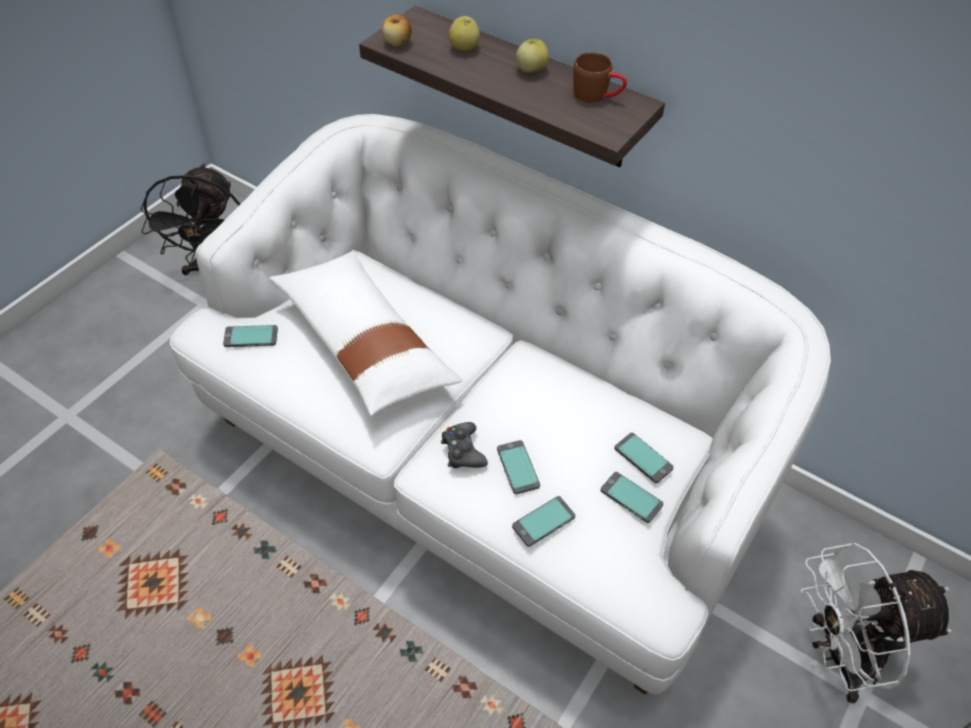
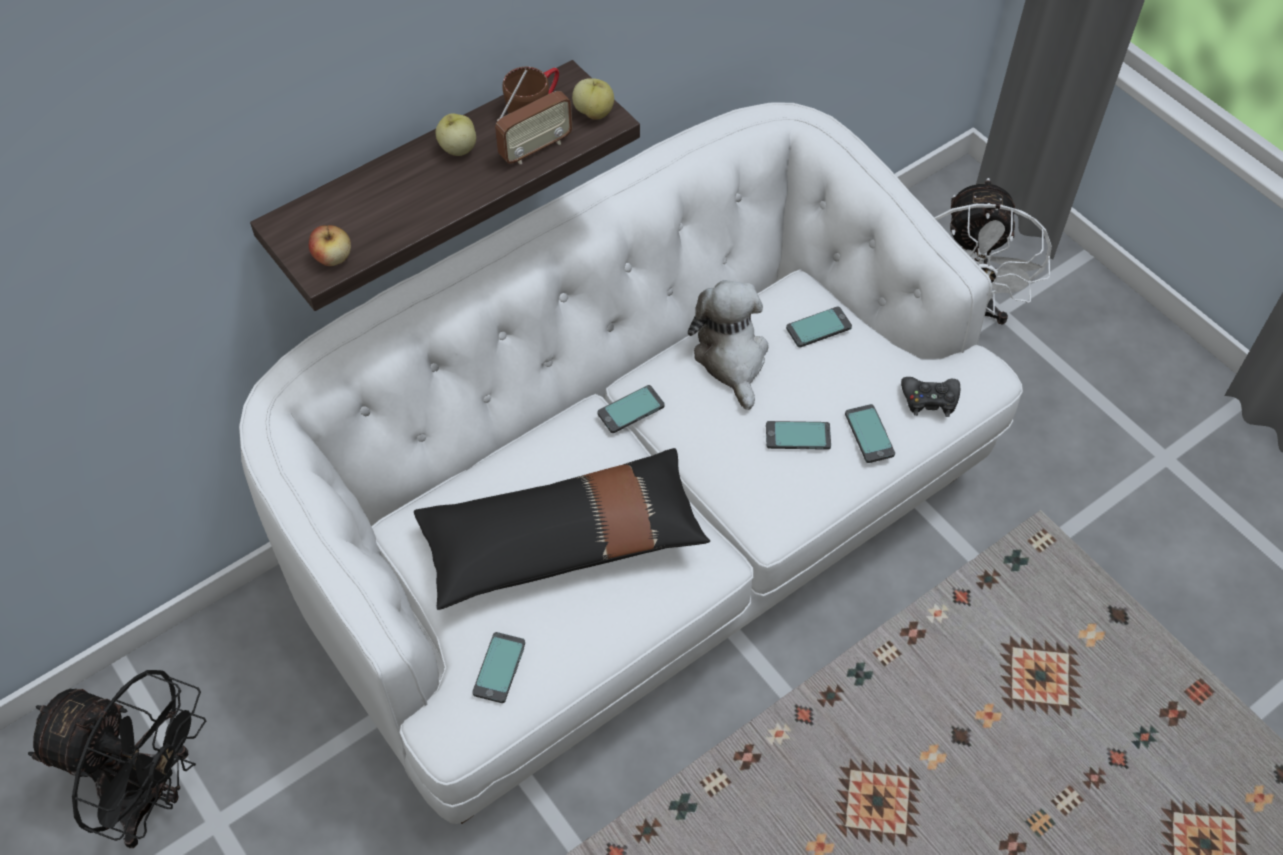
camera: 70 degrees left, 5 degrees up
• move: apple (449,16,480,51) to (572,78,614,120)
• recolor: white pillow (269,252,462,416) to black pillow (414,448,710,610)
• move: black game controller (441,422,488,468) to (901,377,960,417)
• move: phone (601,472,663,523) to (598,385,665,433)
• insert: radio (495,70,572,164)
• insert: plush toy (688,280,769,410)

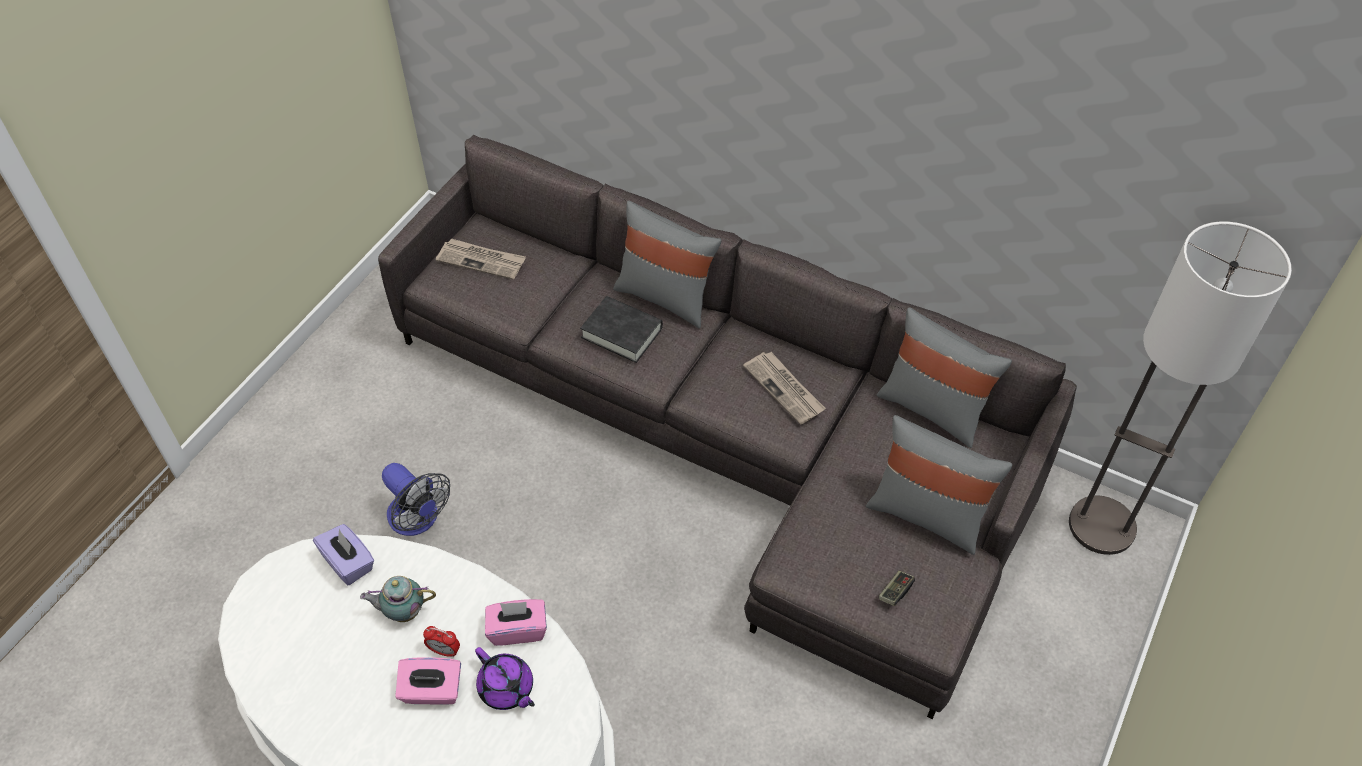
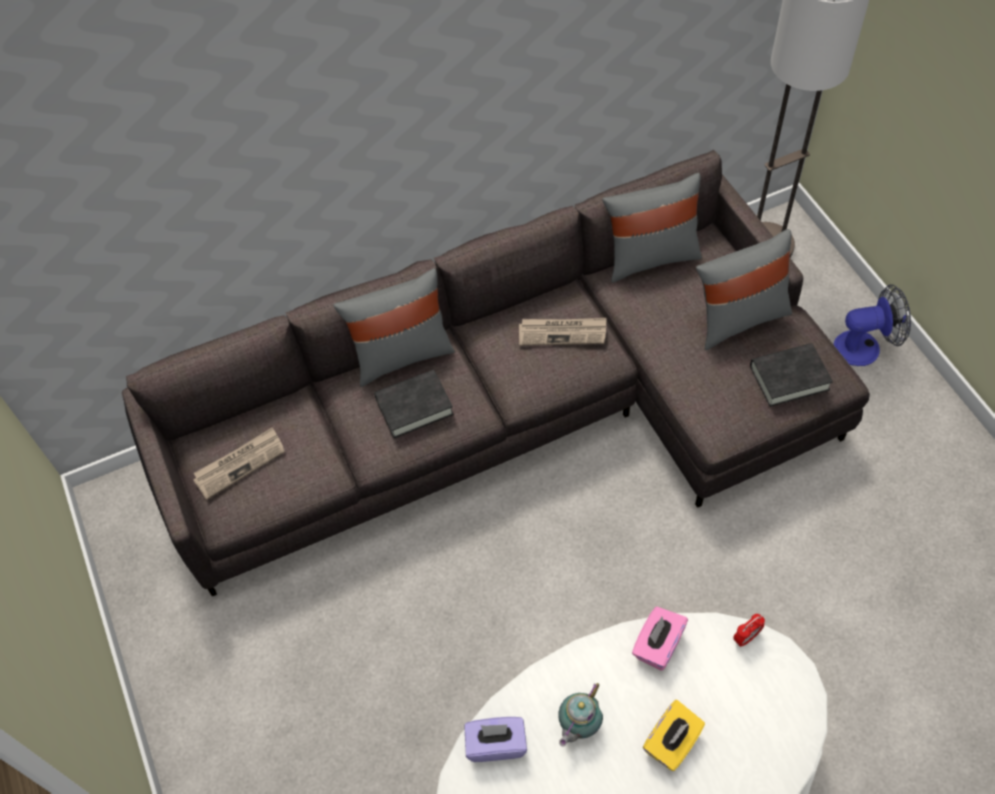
camera: 50 degrees left, 5 degrees up
• move: fan (382,463,450,536) to (833,284,911,366)
• replace: game controller (879,571,915,606) to black book (750,343,833,407)
• move: alarm clock (423,626,460,657) to (733,614,765,647)
• delete: purple teapot (475,647,535,710)
• recolor: pink tissue box (395,657,461,705) to yellow tissue box (643,700,705,771)

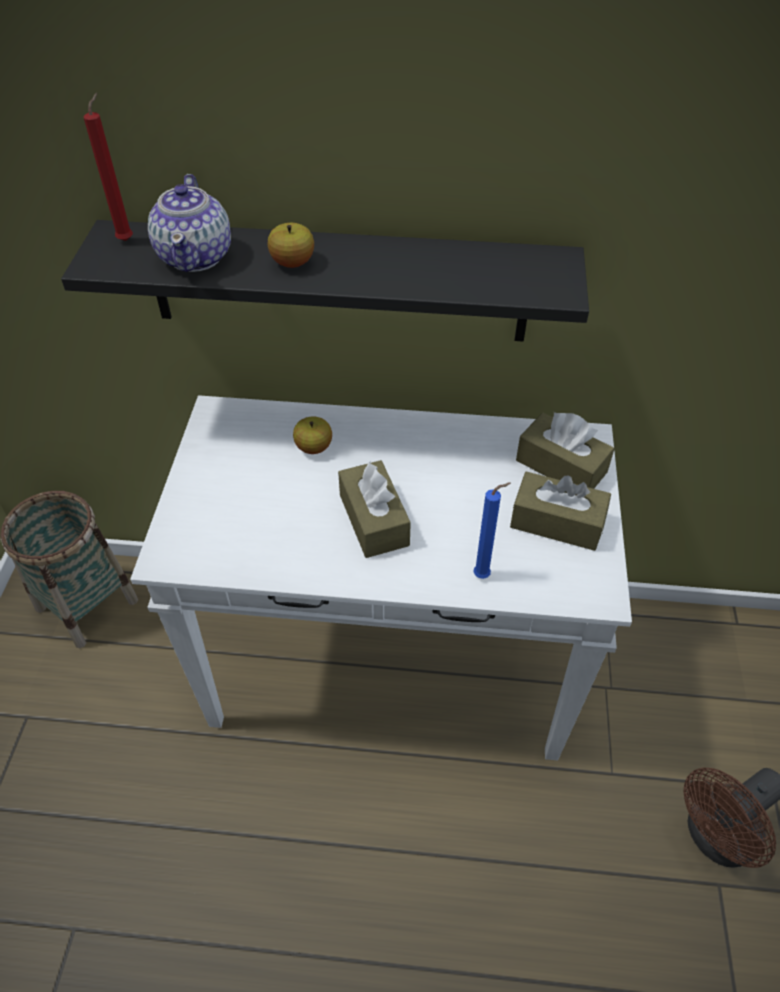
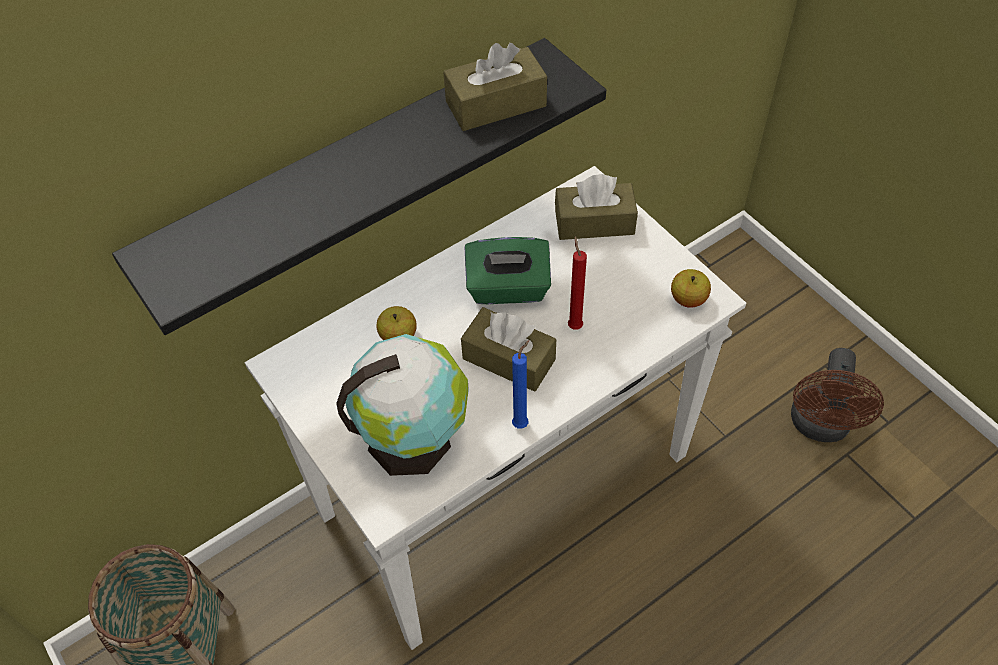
camera: 40 degrees left, 5 degrees up
• move: red candle (83,93,133,241) to (568,237,587,330)
• delete: teapot (148,174,231,272)
• move: apple (268,223,314,268) to (671,269,711,308)
• move: brown tissue box (510,472,611,551) to (443,43,547,131)
• move: blue candle (473,482,511,579) to (512,340,529,429)
• insert: green tissue box (465,237,551,304)
• insert: globe (336,334,469,476)

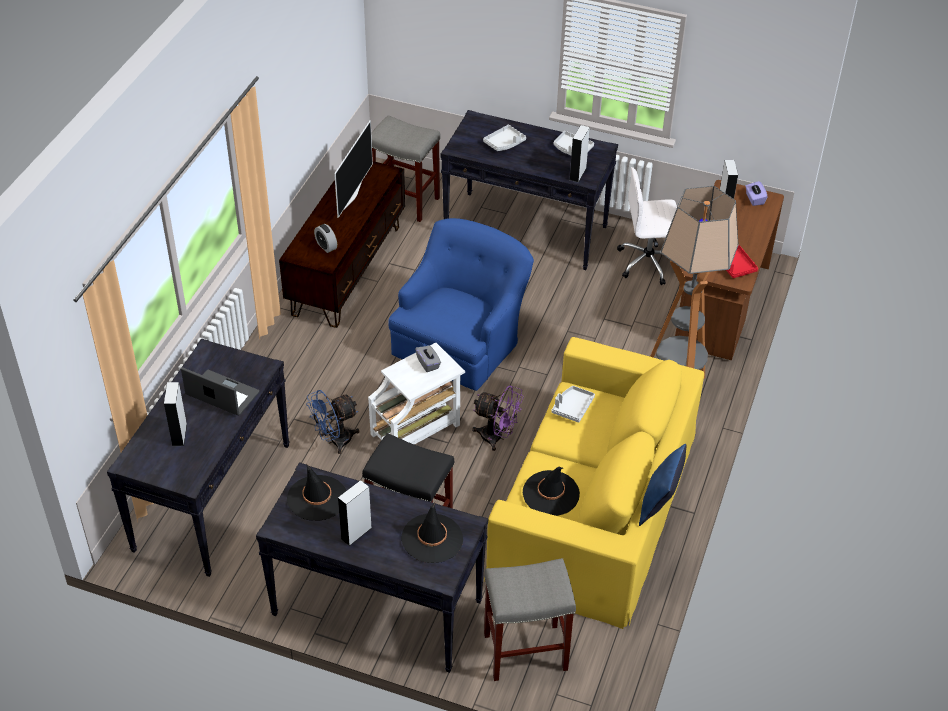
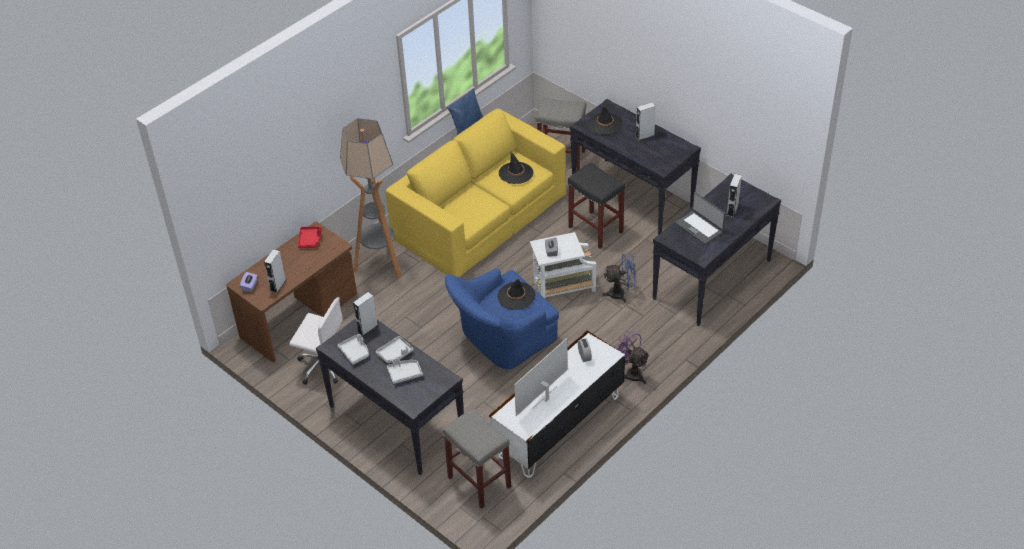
camera: 155 degrees left, 0 degrees up
• recolor: brown tv stand (279,161,405,328) to white tv stand (489,331,625,478)
• move: purple fan (472,385,524,451) to (613,331,650,384)
• move: grey tray (551,386,595,423) to (376,336,414,363)
• move: black hat (287,463,347,521) to (497,279,535,310)

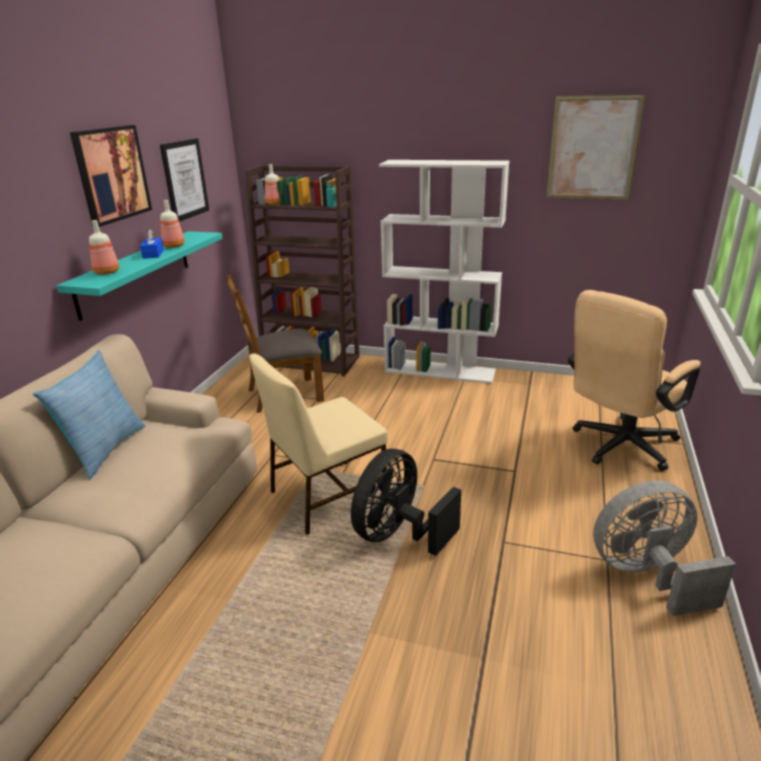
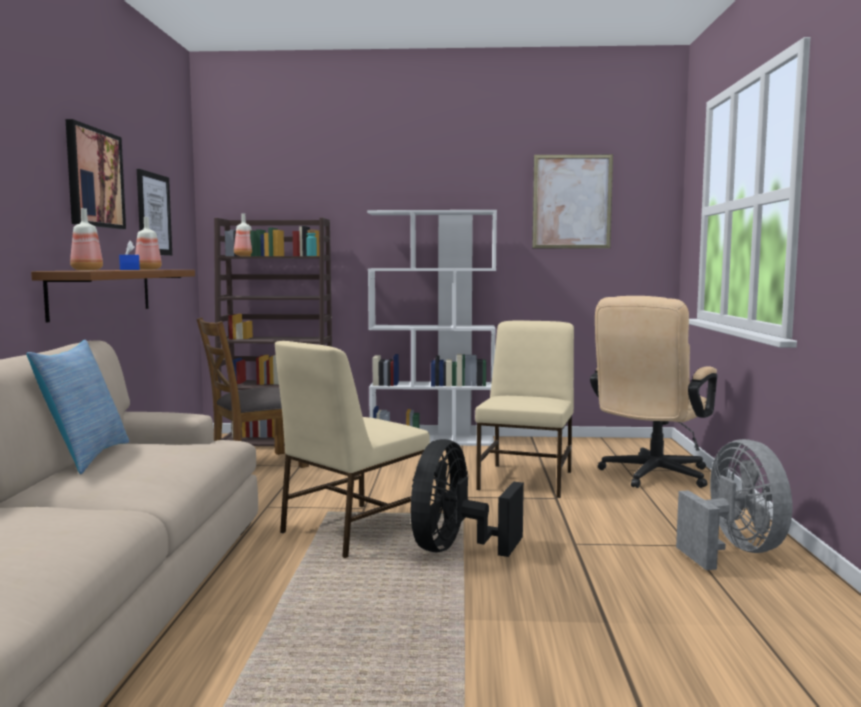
camera: 15 degrees left, 20 degrees down
• recolor: turquoise shelf (56,231,223,321) to brown shelf (31,270,195,322)
• rotate: grey fan (593,480,736,616) = (676,439,792,570) 105 degrees clockwise
• insert: beige chair (475,320,574,498)

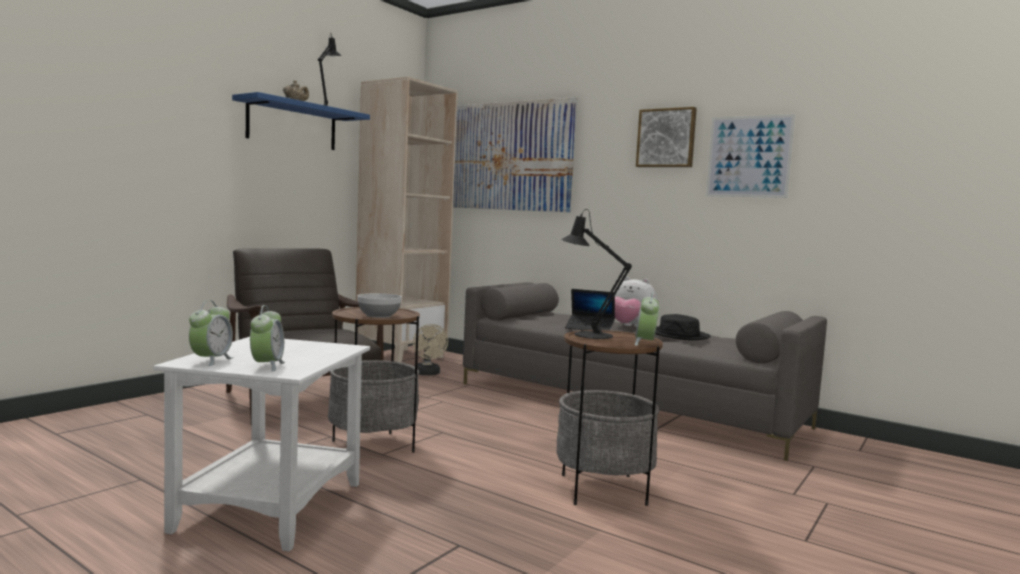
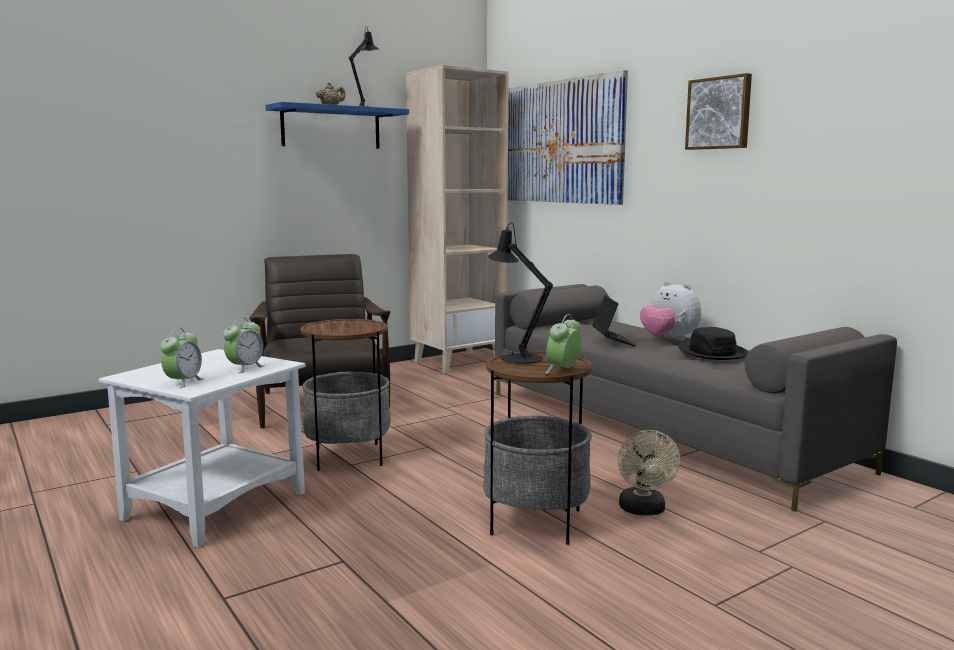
camera: 20 degrees right, 5 degrees up
• delete: picture (706,114,795,198)
• rotate: laptop (565,289,615,331) = (592,296,636,347) 135 degrees counterclockwise
• delete: bowl (357,293,402,318)
• move: alarm clock (189,301,234,366) to (223,317,265,374)
• move: beige fan (413,324,448,375) to (618,430,680,515)

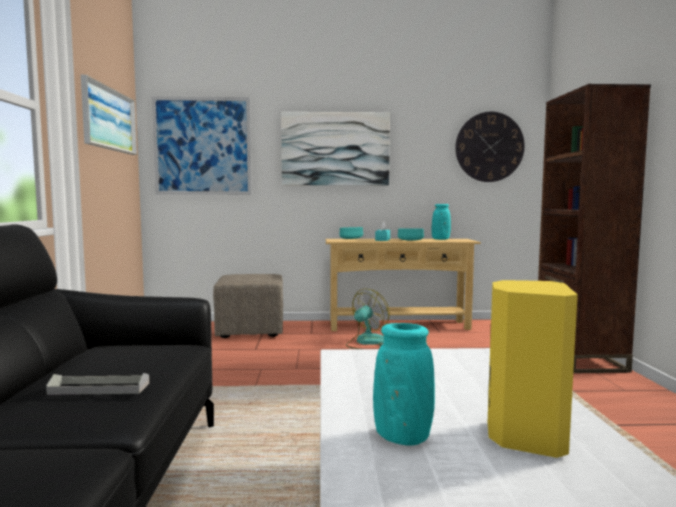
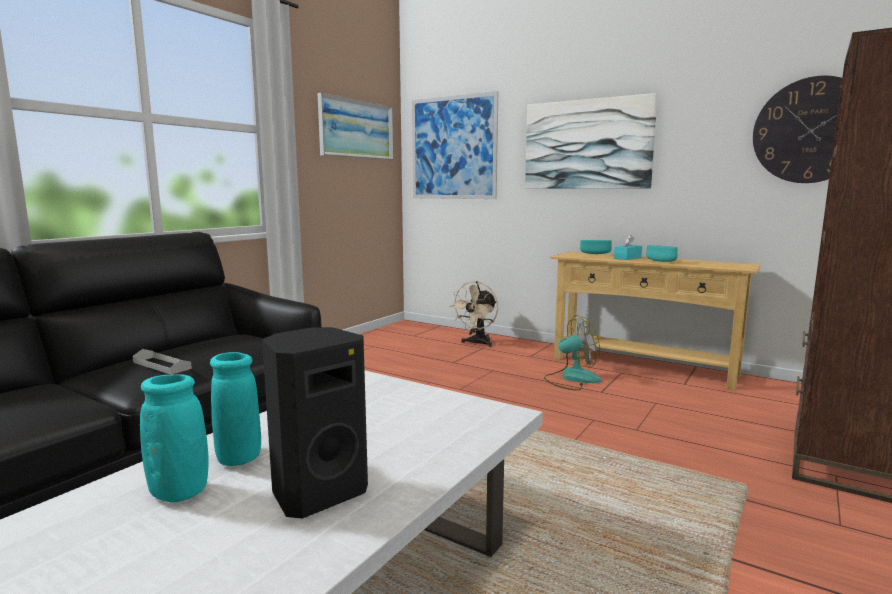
camera: 35 degrees right, 5 degrees up
• move: turquoise vase (432,204,451,240) to (140,374,209,502)
• replace: beige ottoman (213,274,283,338) to beige fan (450,281,498,347)
• recolor: yellow speaker (488,280,578,458) to black speaker (262,327,368,519)

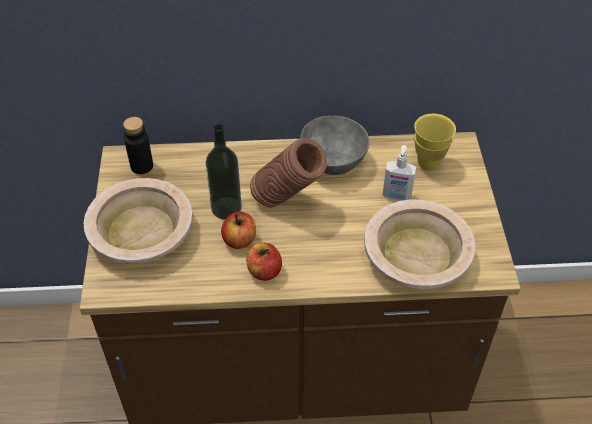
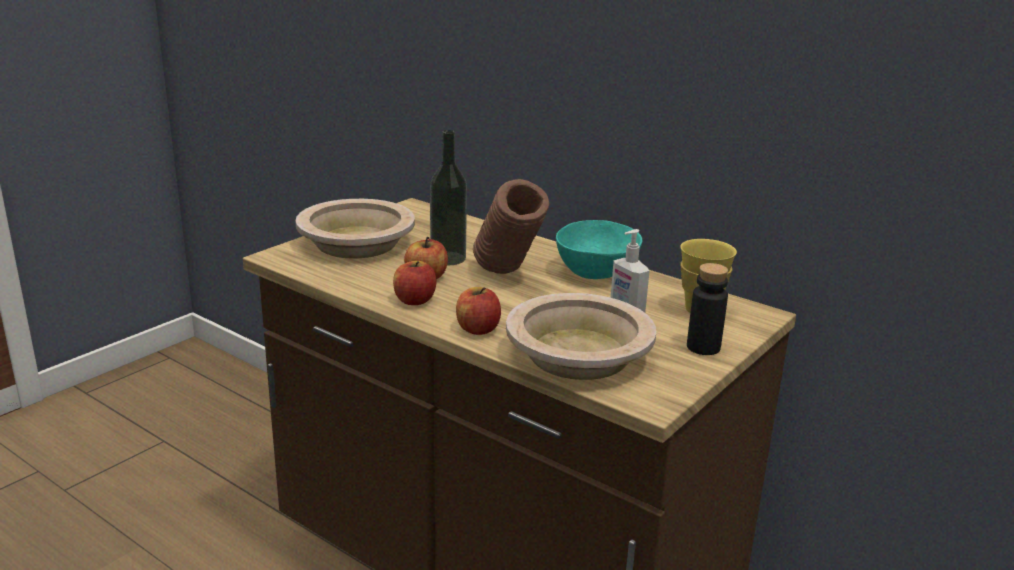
camera: 40 degrees right, 25 degrees down
• recolor: grey bowl (300,116,370,175) to turquoise bowl (556,220,642,279)
• move: black bottle (123,117,153,174) to (687,263,728,355)
• insert: apple (456,287,501,335)

